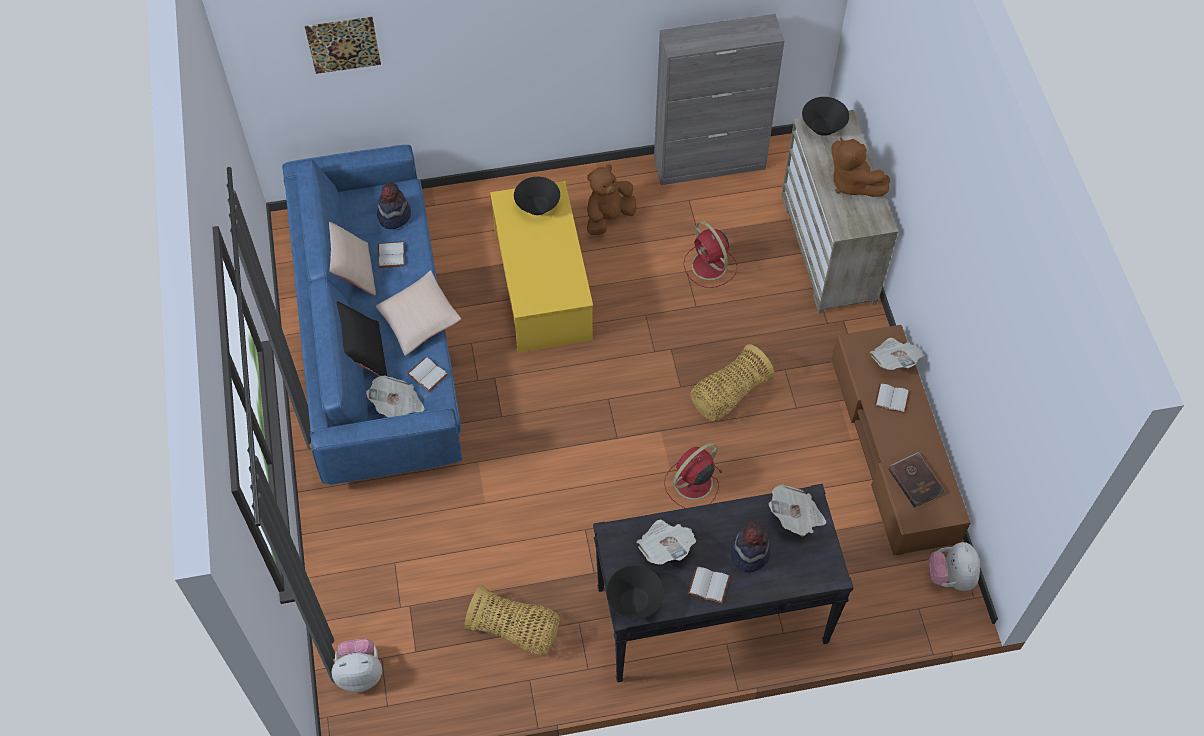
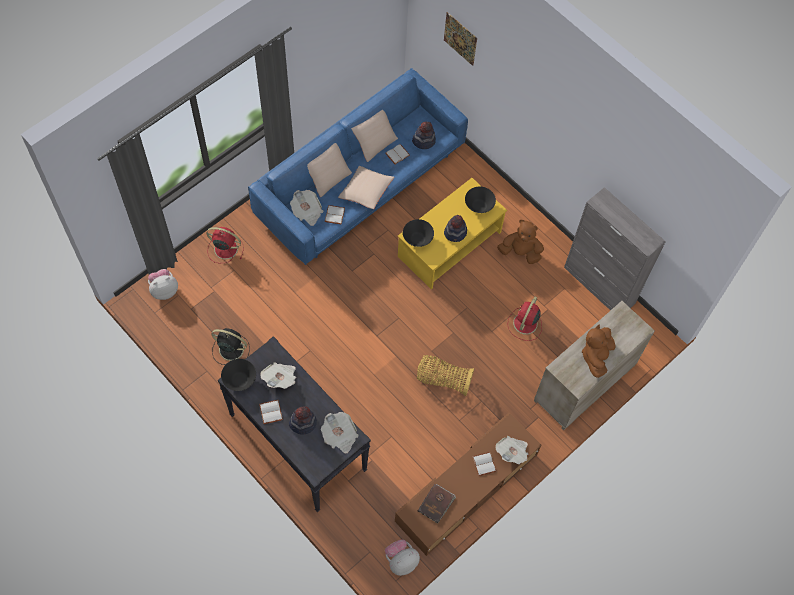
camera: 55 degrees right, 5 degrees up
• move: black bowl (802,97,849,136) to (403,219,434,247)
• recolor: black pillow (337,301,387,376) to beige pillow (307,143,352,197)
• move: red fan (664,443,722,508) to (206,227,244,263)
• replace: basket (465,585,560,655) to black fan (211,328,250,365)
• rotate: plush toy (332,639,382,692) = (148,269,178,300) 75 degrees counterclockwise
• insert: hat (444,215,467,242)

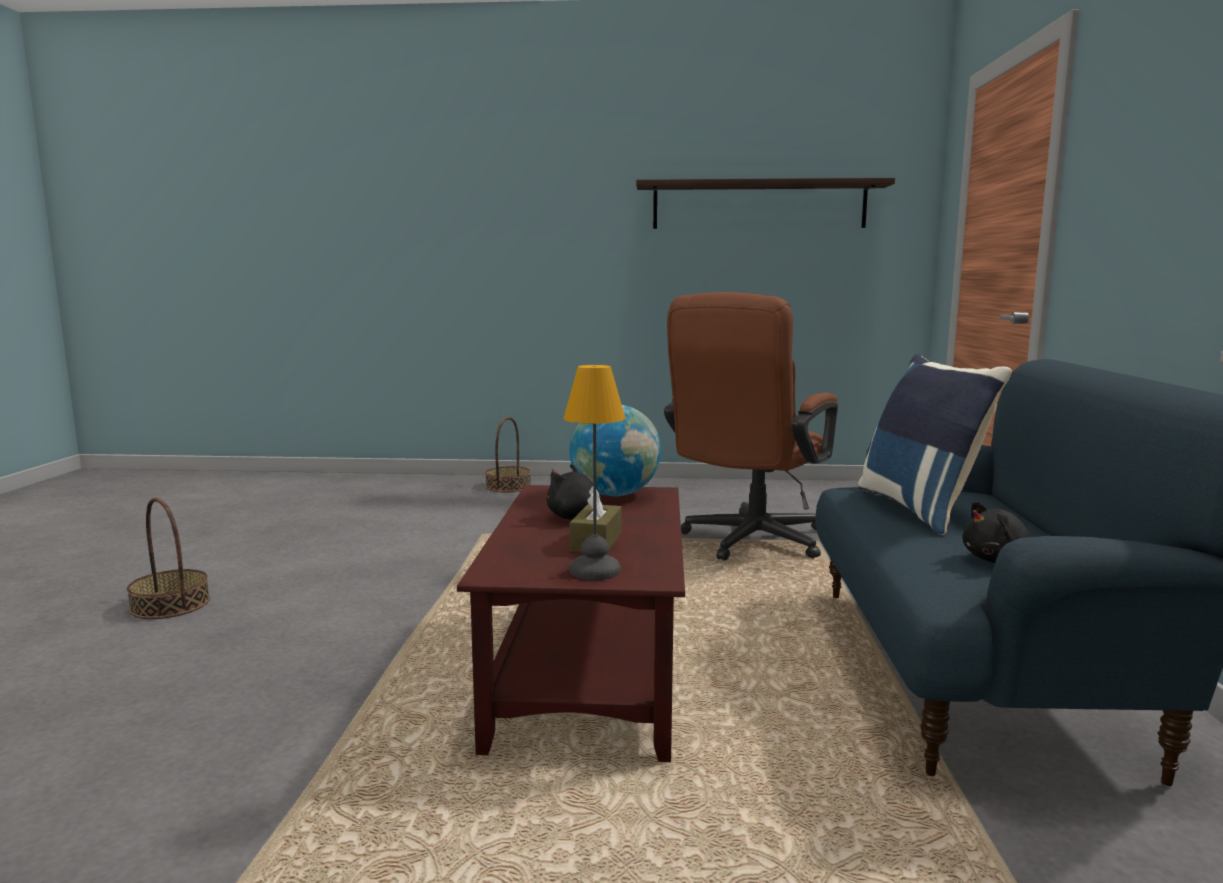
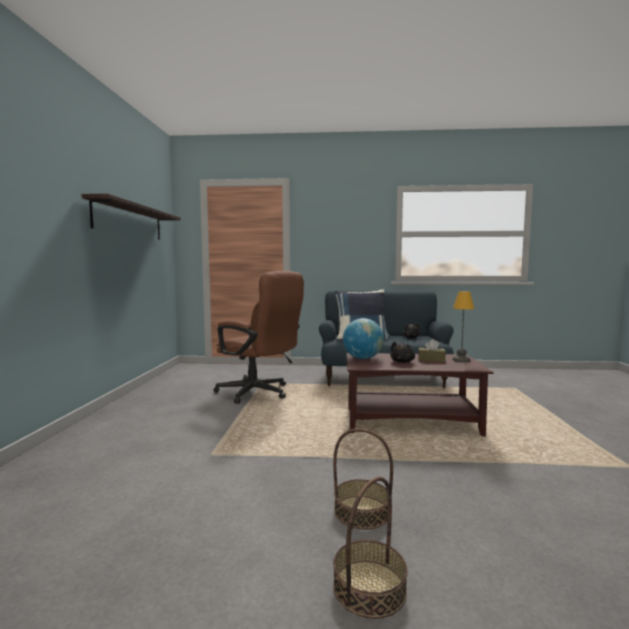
camera: 90 degrees left, 5 degrees down
• move: basket (485,417,531,492) to (333,428,393,530)

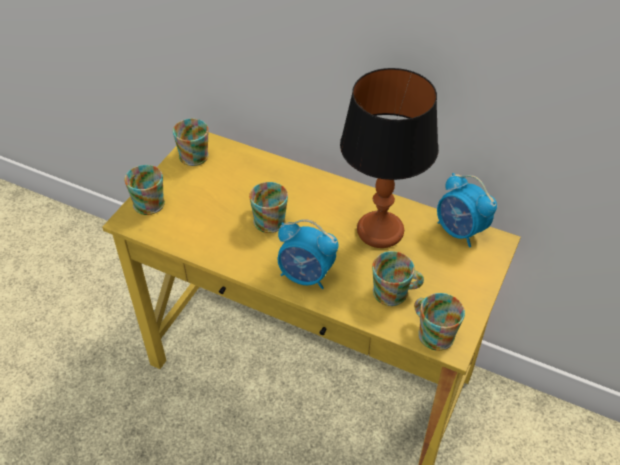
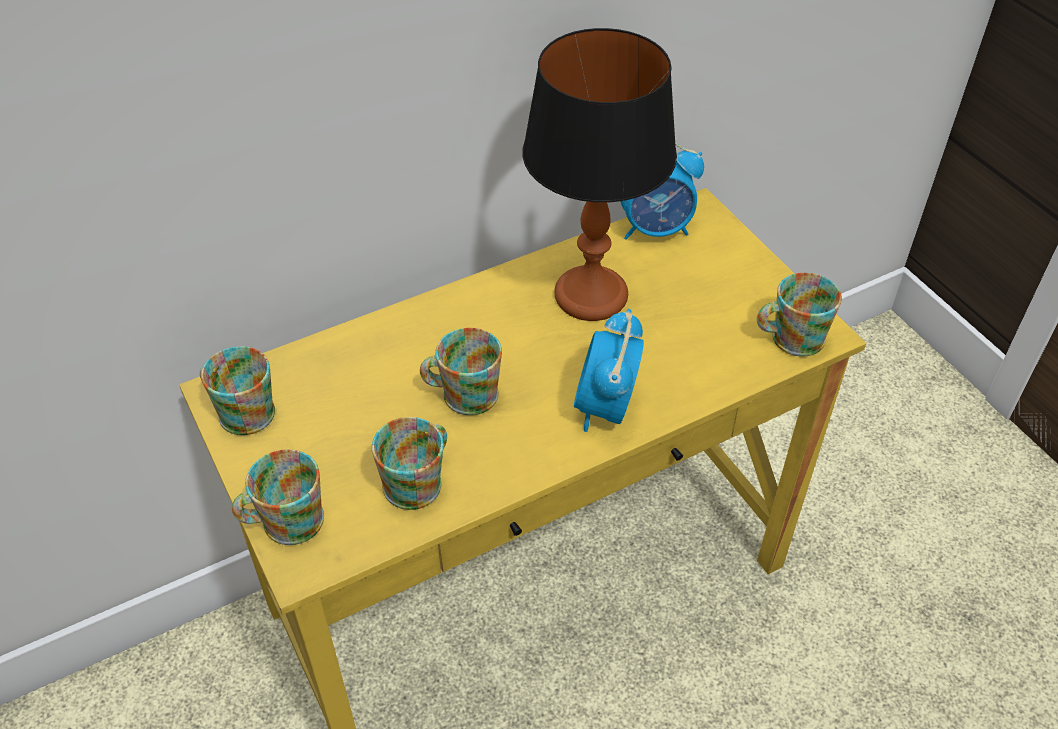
camera: 55 degrees left, 0 degrees up
• rotate: alarm clock (278,219,339,289) = (574,309,644,432) 135 degrees clockwise
• move: mug (372,251,424,306) to (372,417,447,510)

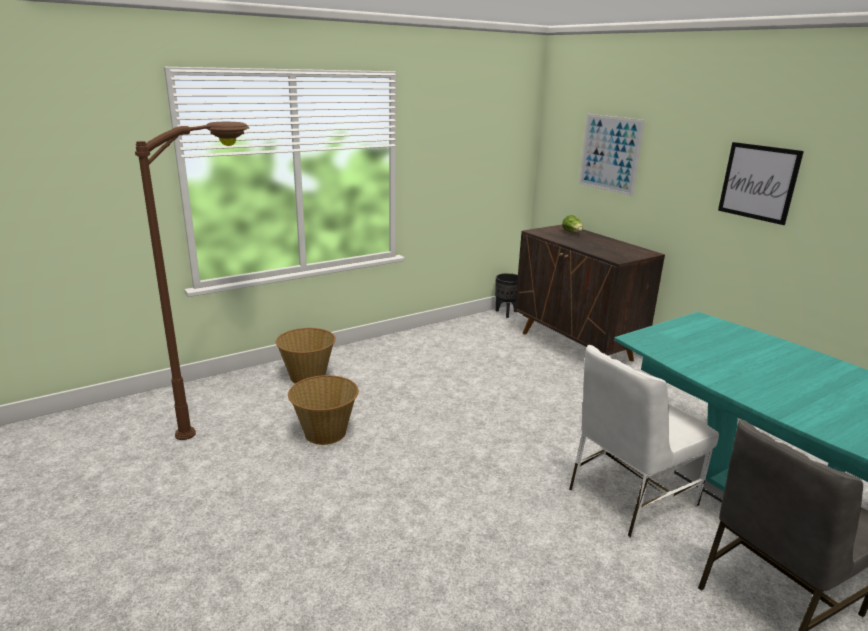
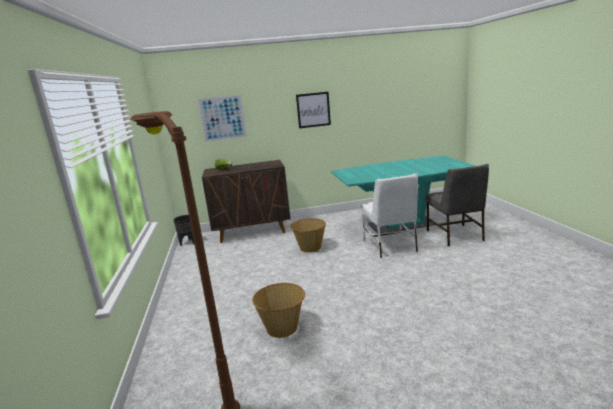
camera: 65 degrees left, 5 degrees down
• move: basket (276,328,336,384) to (290,218,326,253)

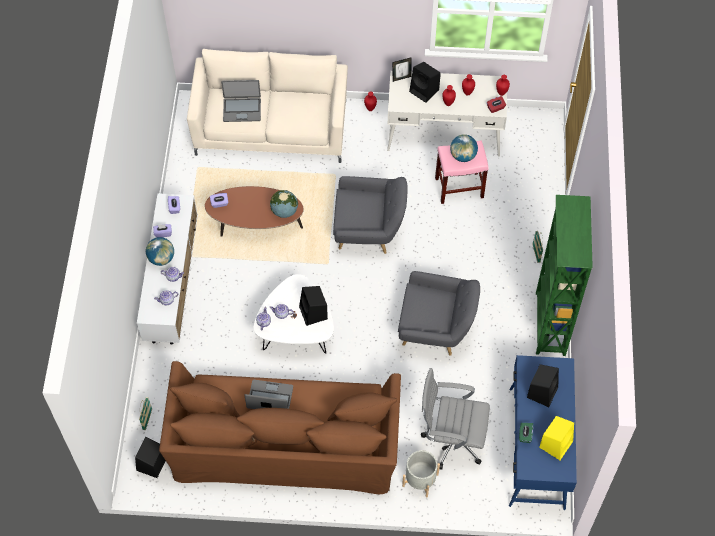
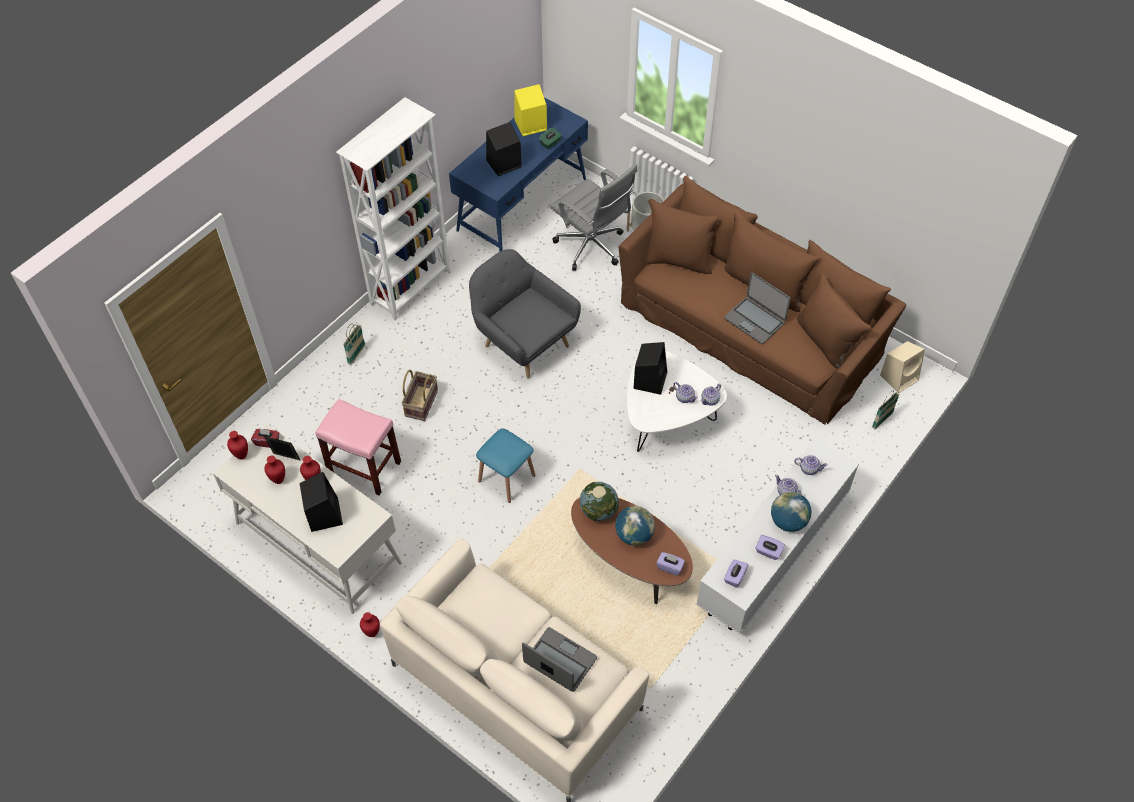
camera: 145 degrees left, 5 degrees down
• move: picture frame (392,57,412,82) to (264,436,301,461)
• move: globe (450,134,478,162) to (615,506,655,546)
• replace: grey armchair (333,176,408,254) to blue stool (476,428,535,503)
• recolor: green bookcase (536,195,593,356) to white bookcase (336,97,450,321)
• recolor: black speaker (135,436,166,478) to beige speaker (880,341,925,393)
• insert: basket (402,370,438,421)

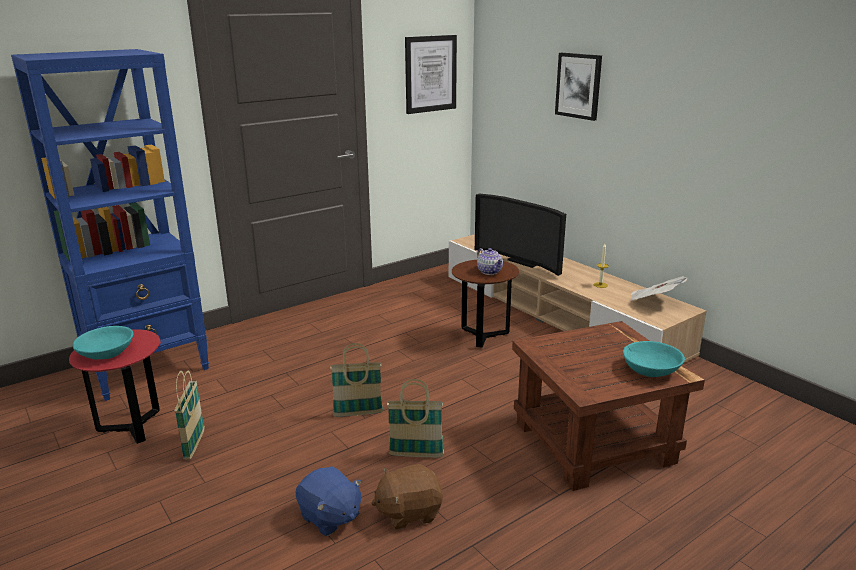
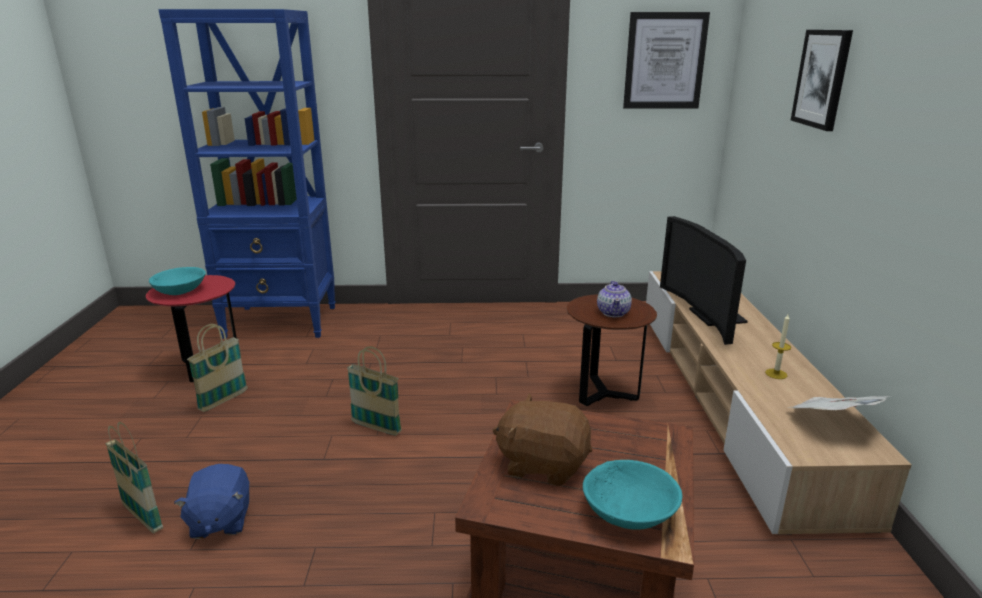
camera: 35 degrees right, 0 degrees up
• move: basket (387,379,444,458) to (105,422,163,533)
• move: brown plush toy (371,464,443,530) to (493,394,592,486)

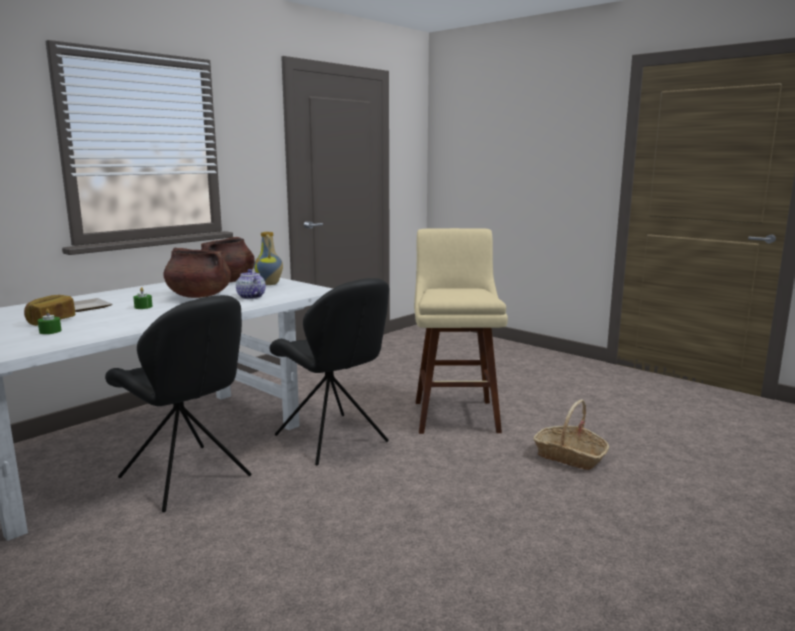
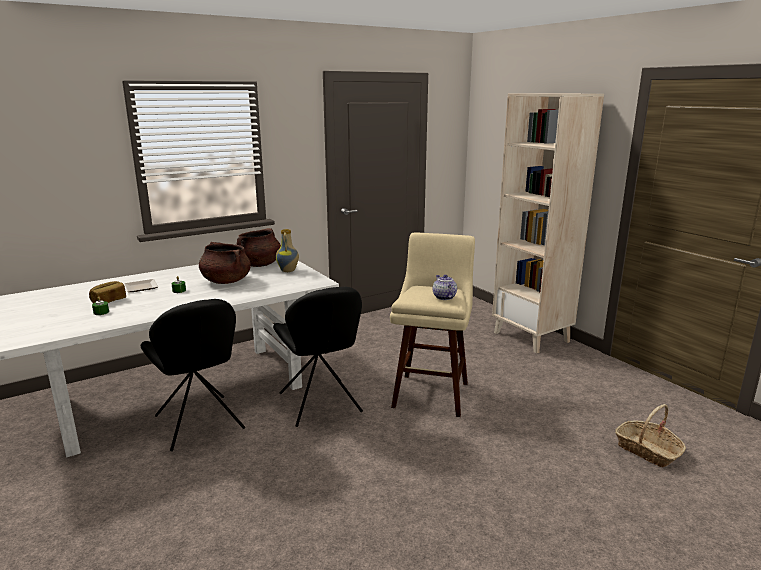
camera: 15 degrees right, 5 degrees up
• move: teapot (236,269,266,299) to (433,275,457,300)
• move: basket (534,399,609,470) to (615,404,686,467)
• insert: beige bookcase (492,93,604,354)

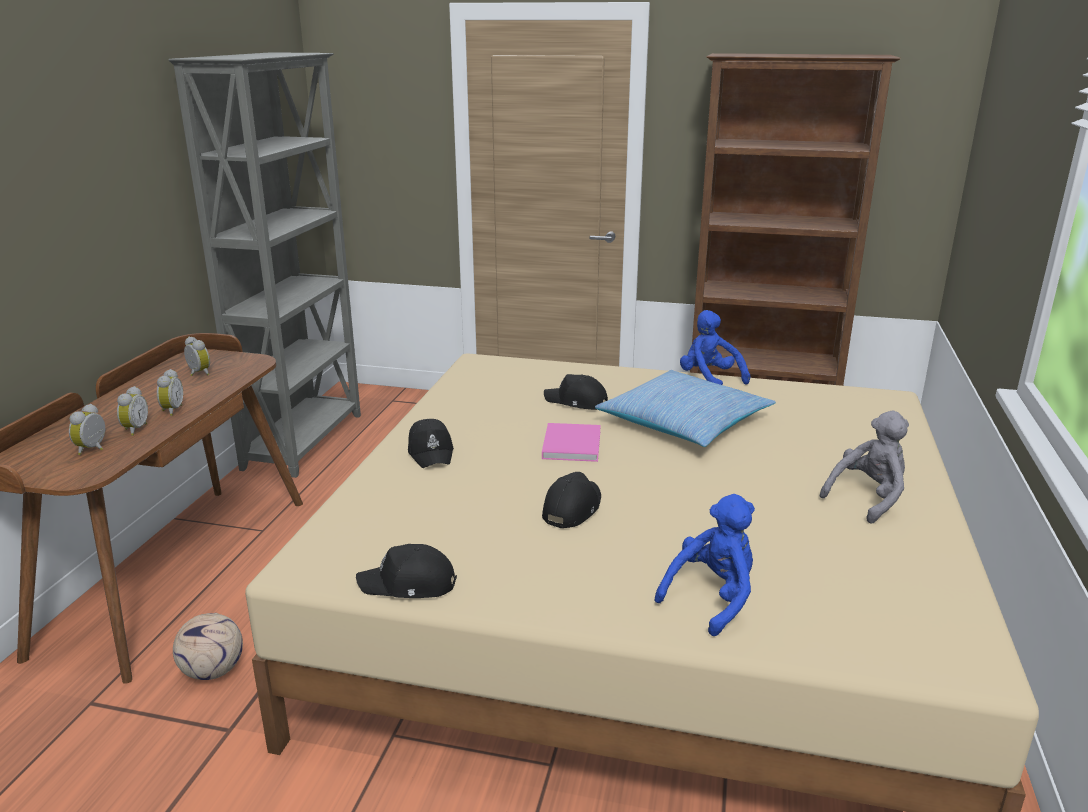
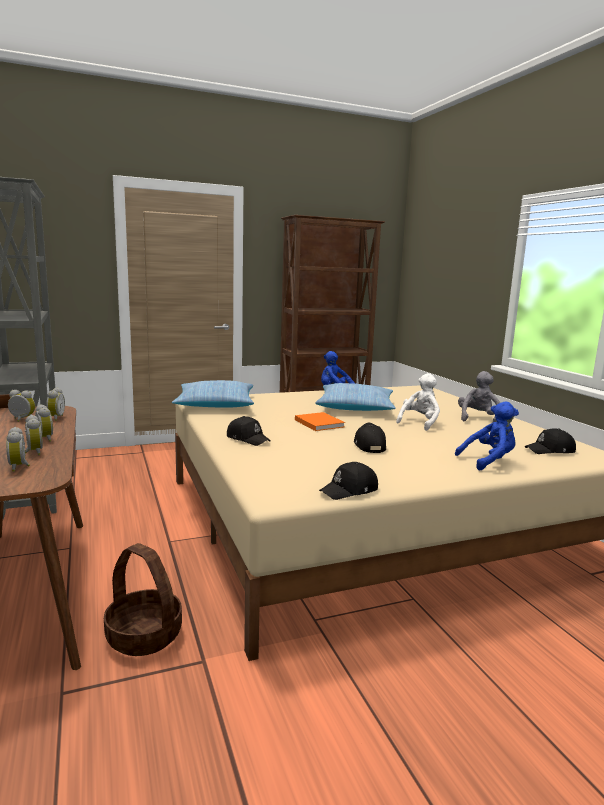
camera: 35 degrees left, 10 degrees down
• move: black cap (544,374,608,410) to (525,428,576,454)
• recolor: pink book (542,423,601,462) to orange book (295,412,345,431)
• rotate: blue plush toy (655,494,755,636) = (455,402,519,470) 60 degrees clockwise
• replace: football (173,613,243,680) to basket (104,543,182,656)
• insert: white plush toy (396,373,440,431)
• insert: pillow (172,380,254,408)
• insert: alarm clock (46,387,65,421)

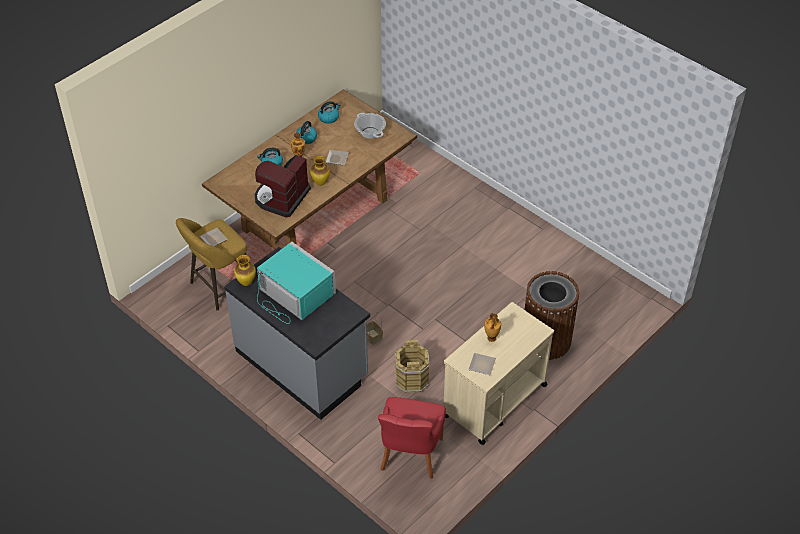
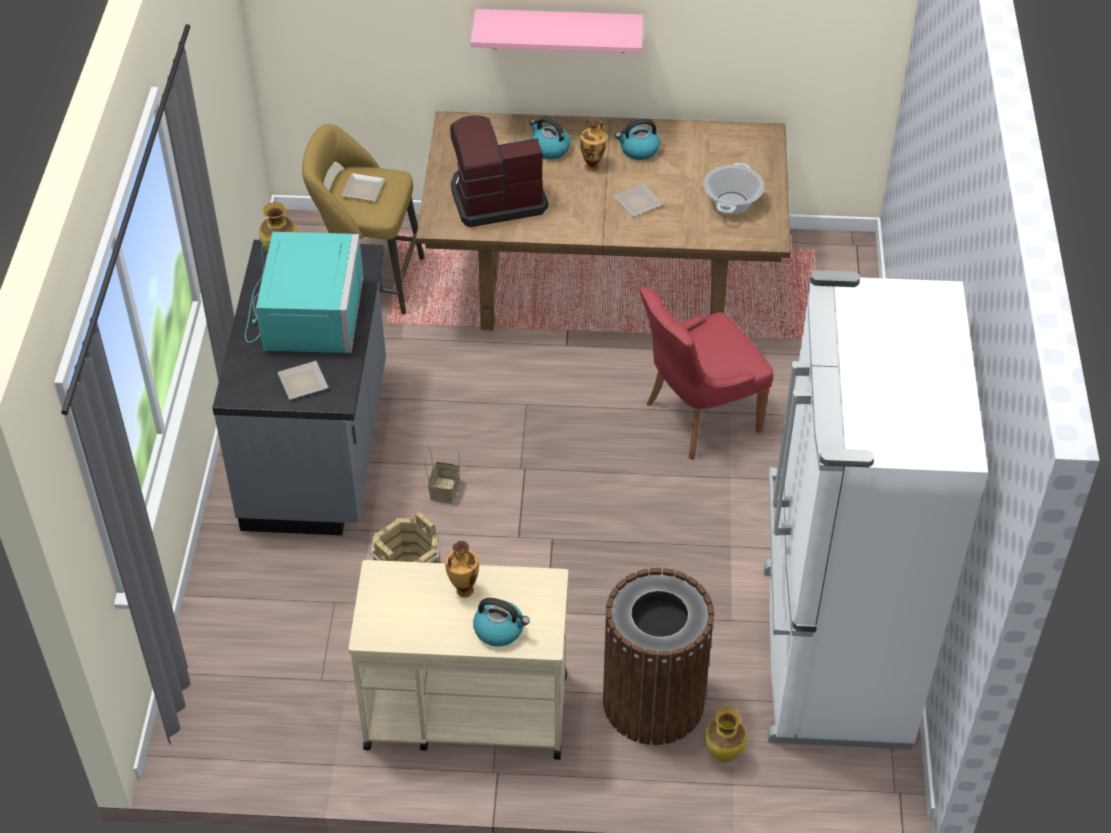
camera: 50 degrees right, 0 degrees up
• move: kettle (318,101,341,124) to (473,598,530,647)
• move: vase (310,156,330,186) to (705,708,747,763)
• move: plate (468,353,496,375) to (277,361,329,400)
• move: red chair (378,397,446,479) to (640,287,773,460)
• insert: pink shelf (470,9,643,53)
• insert: white fridge (764,270,988,749)

